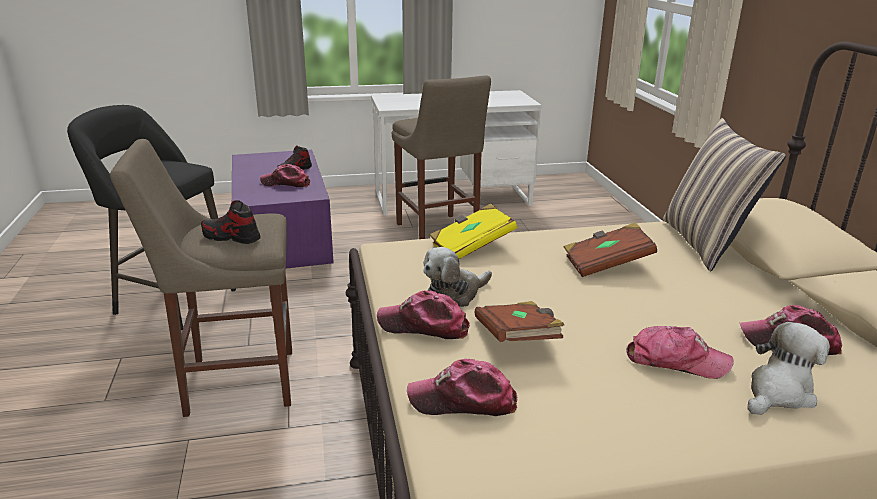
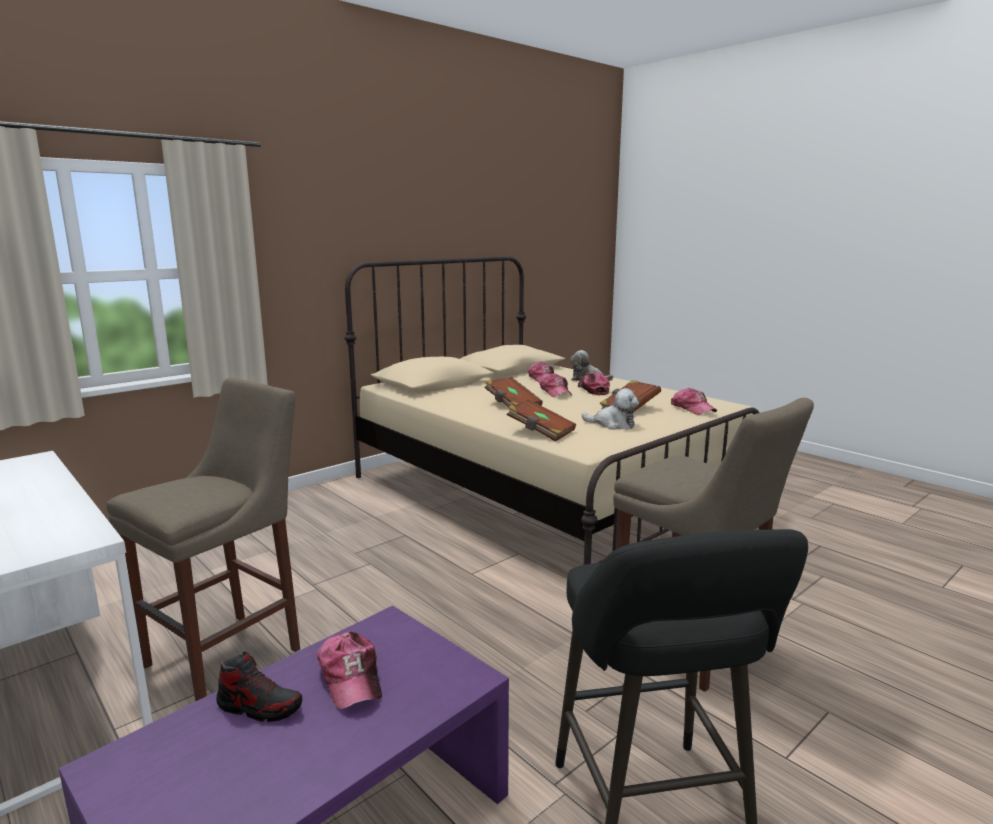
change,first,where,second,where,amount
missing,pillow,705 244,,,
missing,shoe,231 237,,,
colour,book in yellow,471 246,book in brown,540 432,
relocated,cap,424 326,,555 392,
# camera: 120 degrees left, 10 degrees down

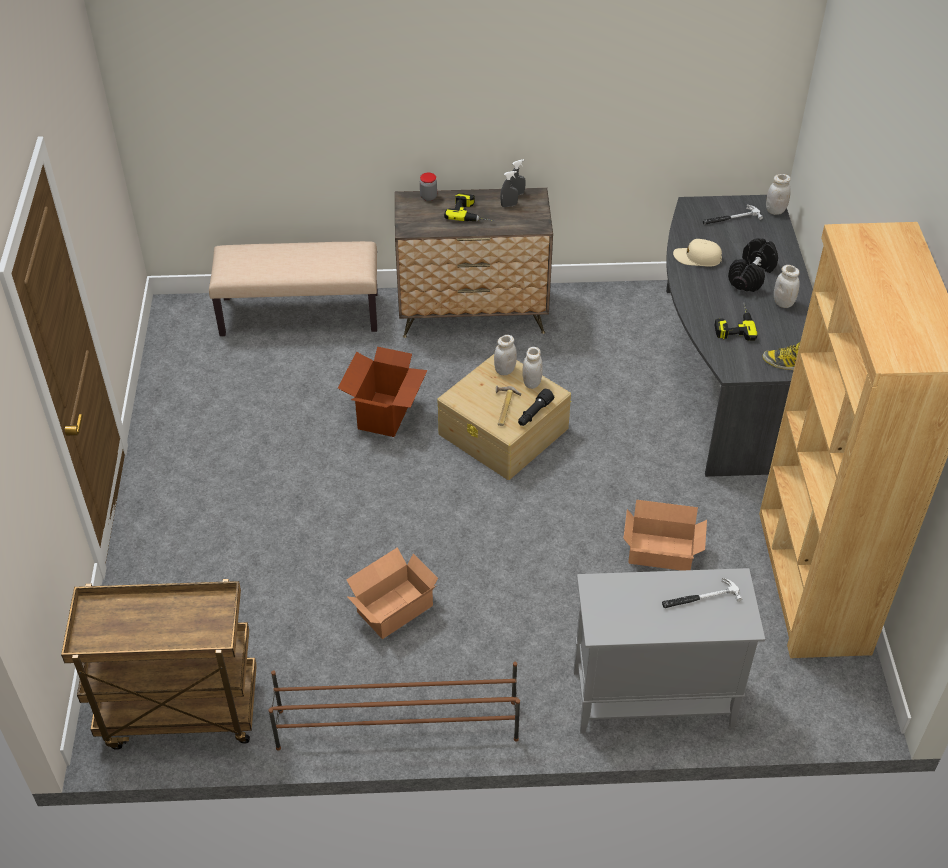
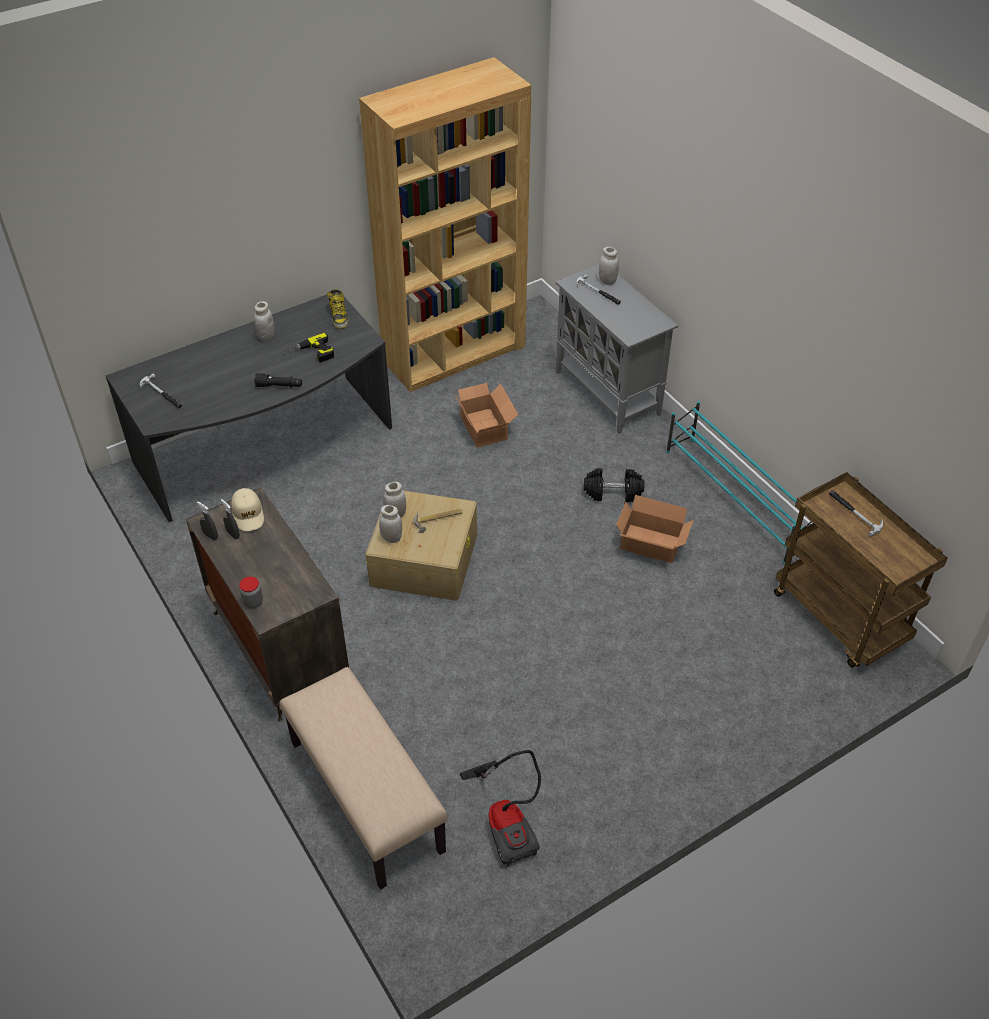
change,first,where,second,where,amount
relocated,jar in white,775 210,,607 281,
missing,power drill,472 213,,,
relocated,dumbbell in black,751 275,,613 492,
relocated,cap in beige,697 258,,248 514,
missing,cardboard box,385 415,,,
relocated,flashlight in black,534 413,,279 386,
colour,shoe rack in brown,396 724,shoe rack in turquoise,736 499,
appeared,,,hammer,854 513,
appeared,,,vacuum cleaner,507 822,
# camera: 120 degrees left, 0 degrees up

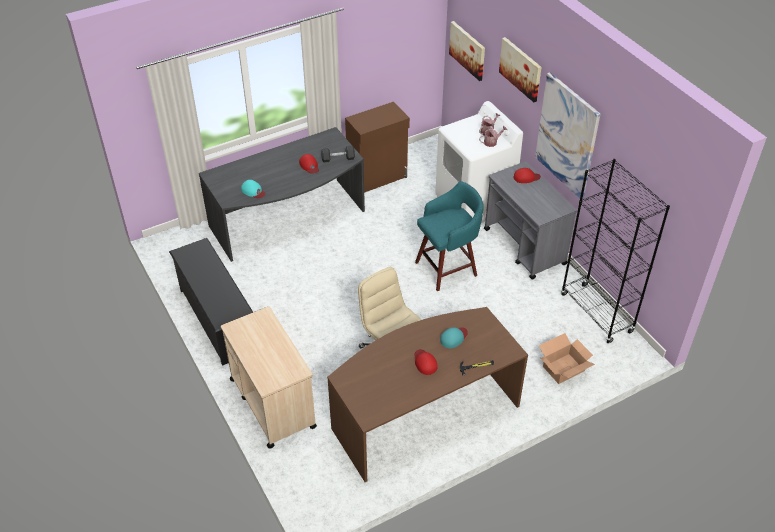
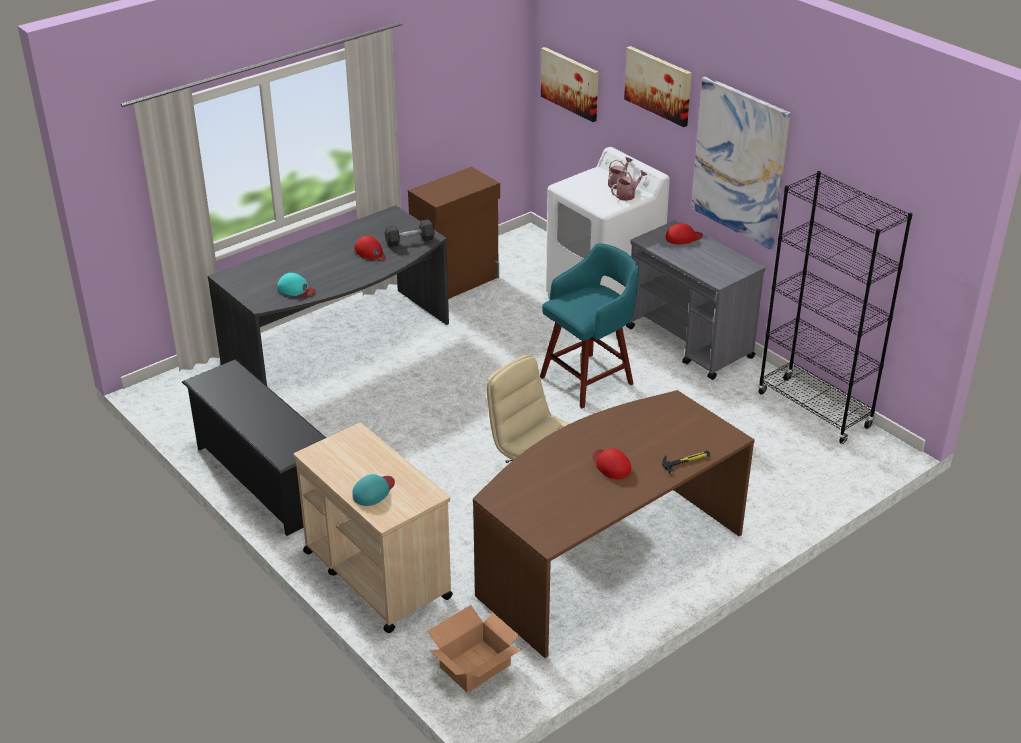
change,first,where,second,where,amount
relocated,cap in turquoise,453 338,,373 491,
relocated,cardboard box,564 369,,476 666,
# camera: 10 degrees left, 10 degrees down

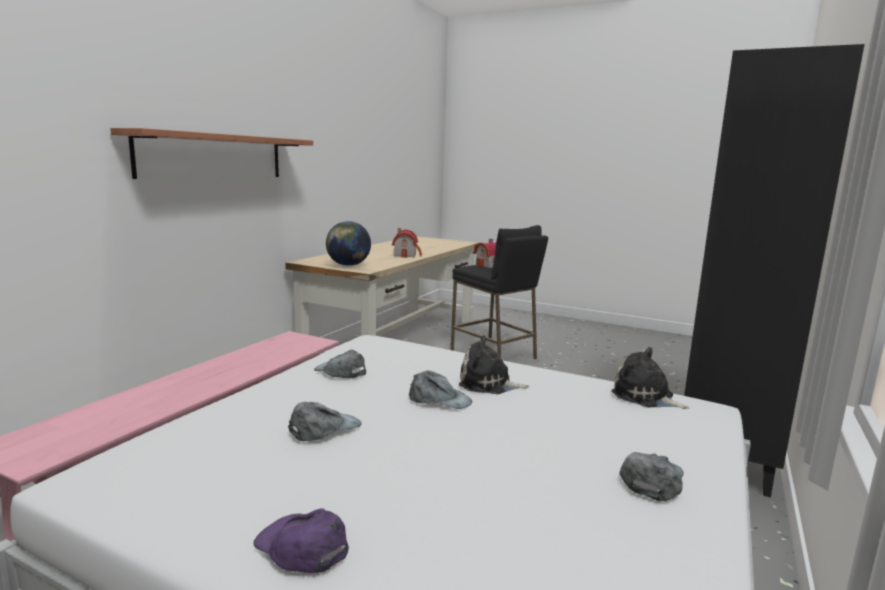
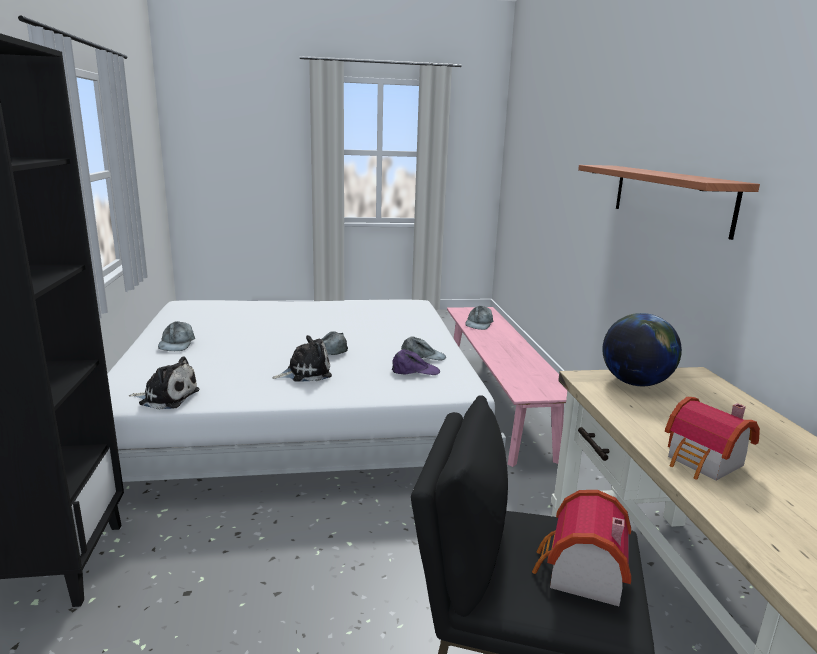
change,first,where,second,where,amount
relocated,cap in grey,324 428,,479 323,
relocated,cap in purple,302 547,,415 370,
# camera: 145 degrees right, 5 degrees up

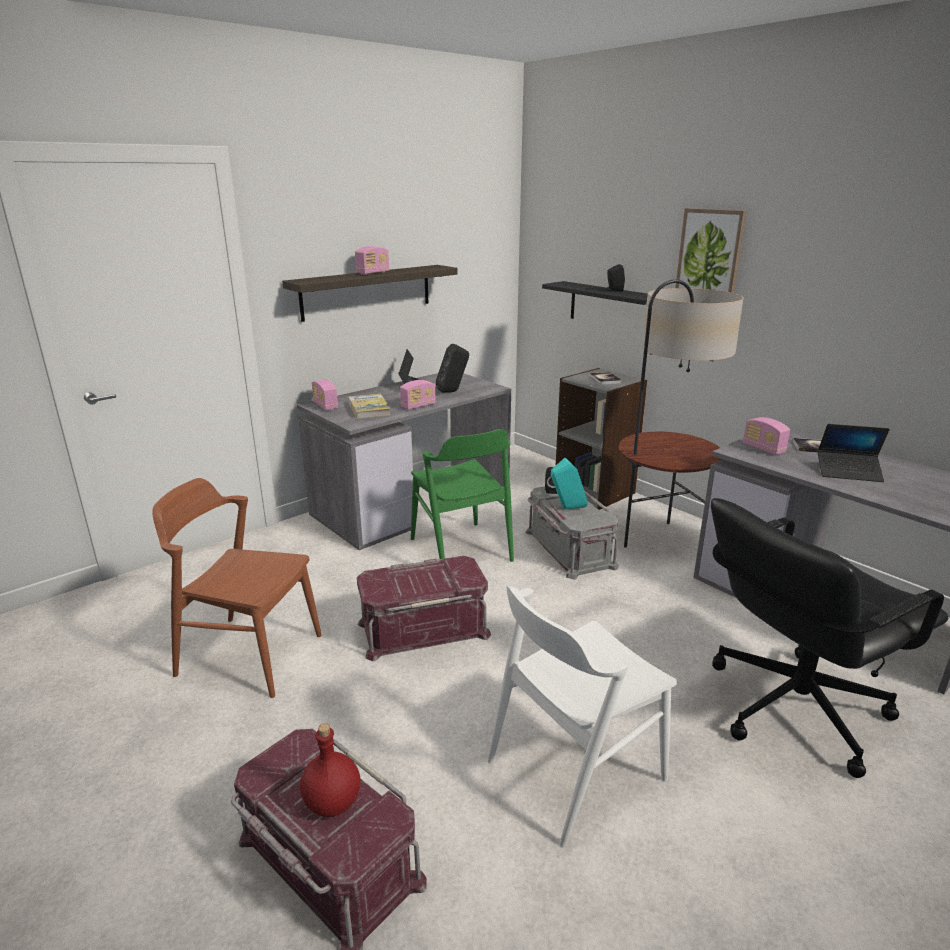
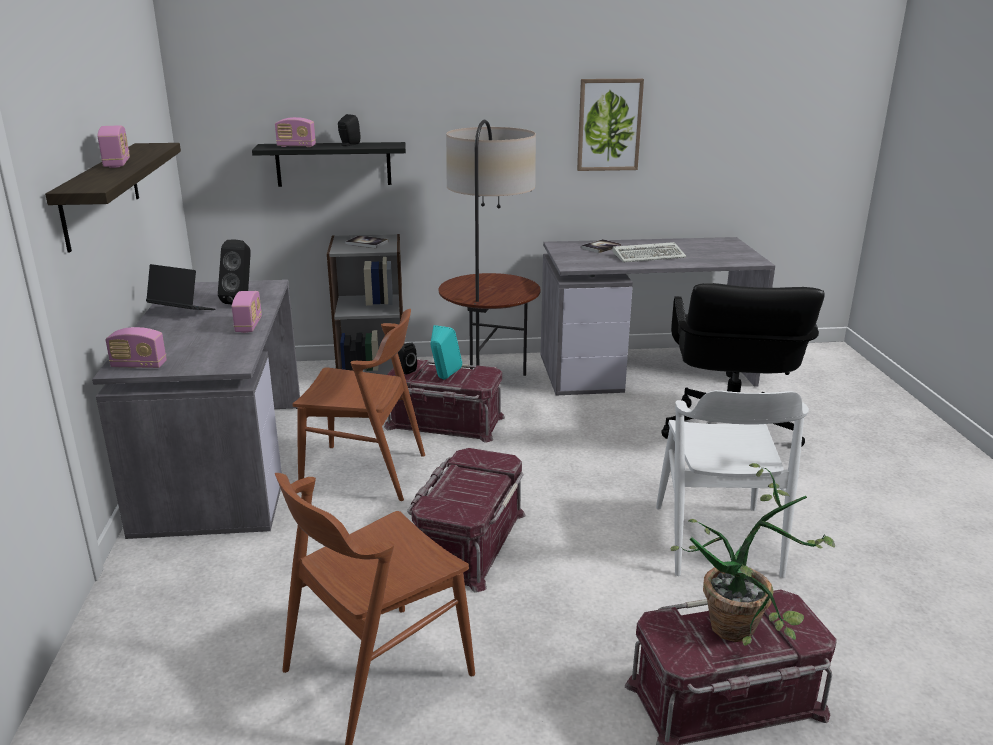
change,first,where,second,where,amount
relocated,picture,709 258,,609 125,
missing,book,369 409,,,
relocated,radio,763 449,,296 146,
exchanged,laptop,848 472,keyboard,650 256,
colour,chair in green,461 549,chair in brown,365 472,
colour,storage box in grey,568 549,storage box in red,444 423,
exchanged,bottle in red,333 803,potted plant,745 628,
# camera: 55 degrees left, 0 degrees up

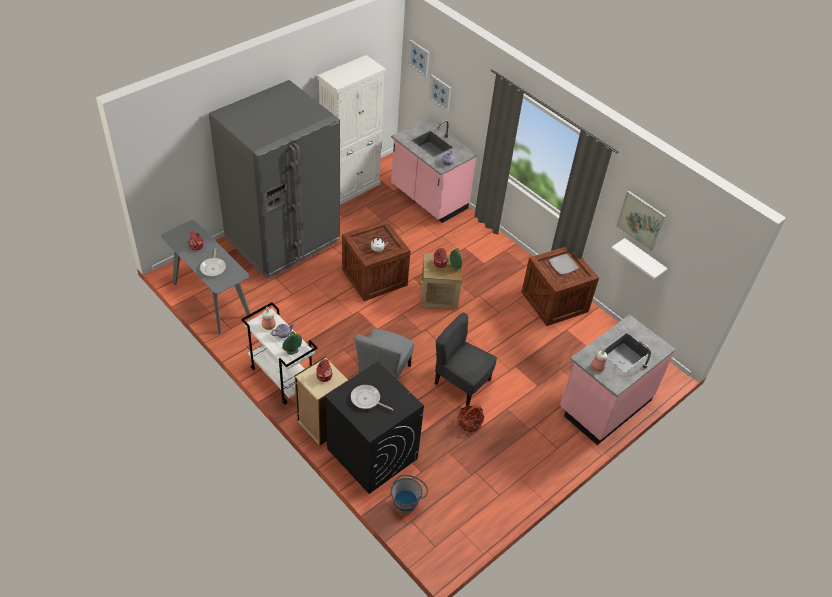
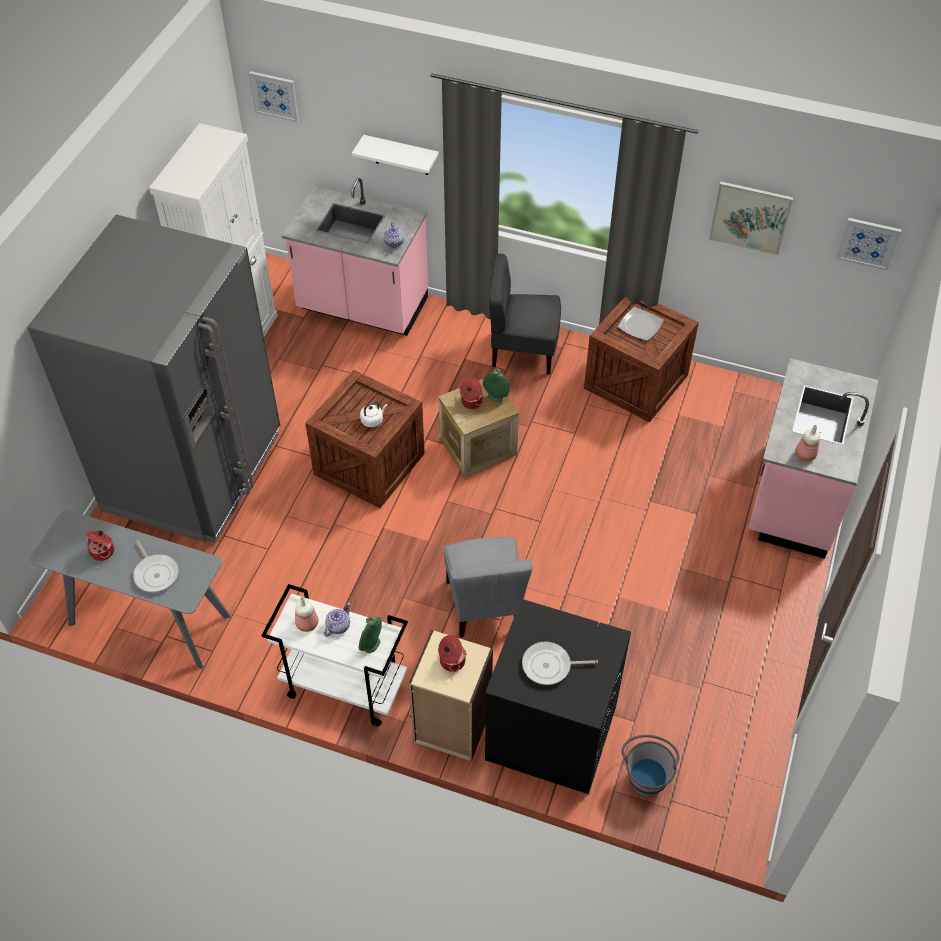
change,first,where,second,where,amount
relocated,picture,440 92,,868 243,
relocated,shelf in white,643 260,,401 155,
relocated,chair in grey,461 383,,523 351,
missing,basket,469 423,,,
# camera: 25 degrees left, 5 degrees up

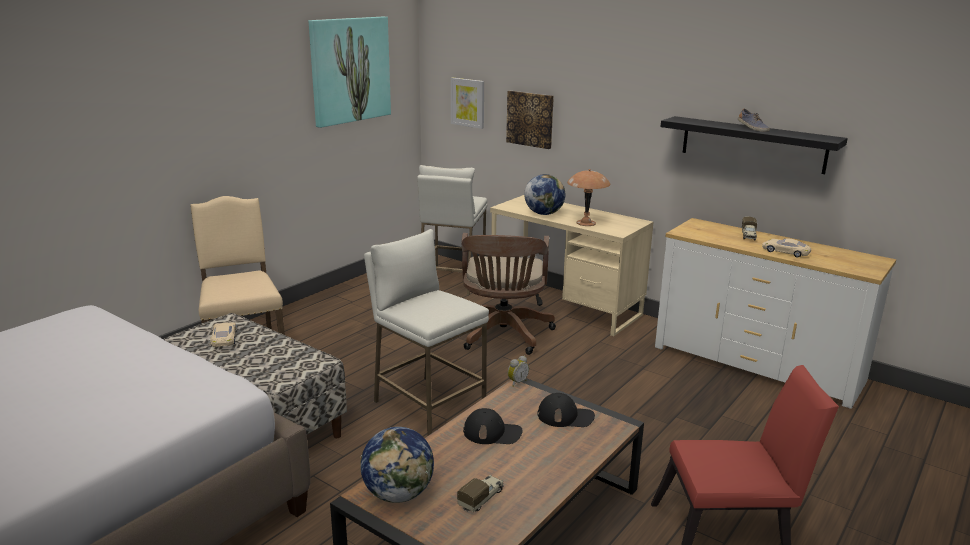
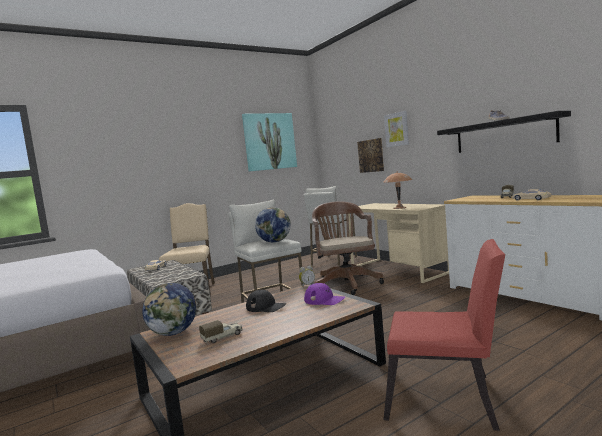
change,first,where,second,where,amount
relocated,picture,468 102,,397 129,
relocated,globe,544 213,,274 241,
spun,office chair in brown,502 335,,346 283,150 degrees clockwise
colour,cap in black,565 416,cap in purple,324 300,
# camera: 20 degrees right, 15 degrees down

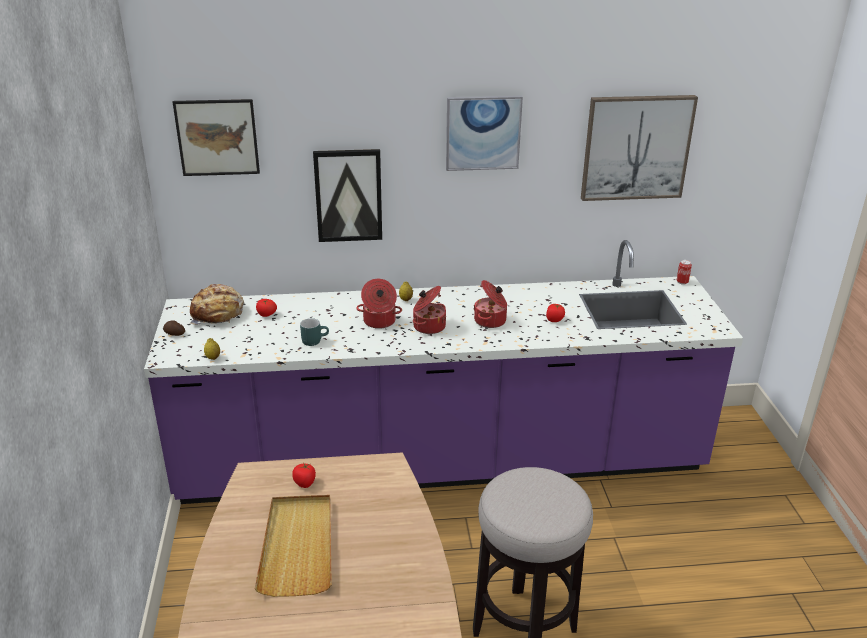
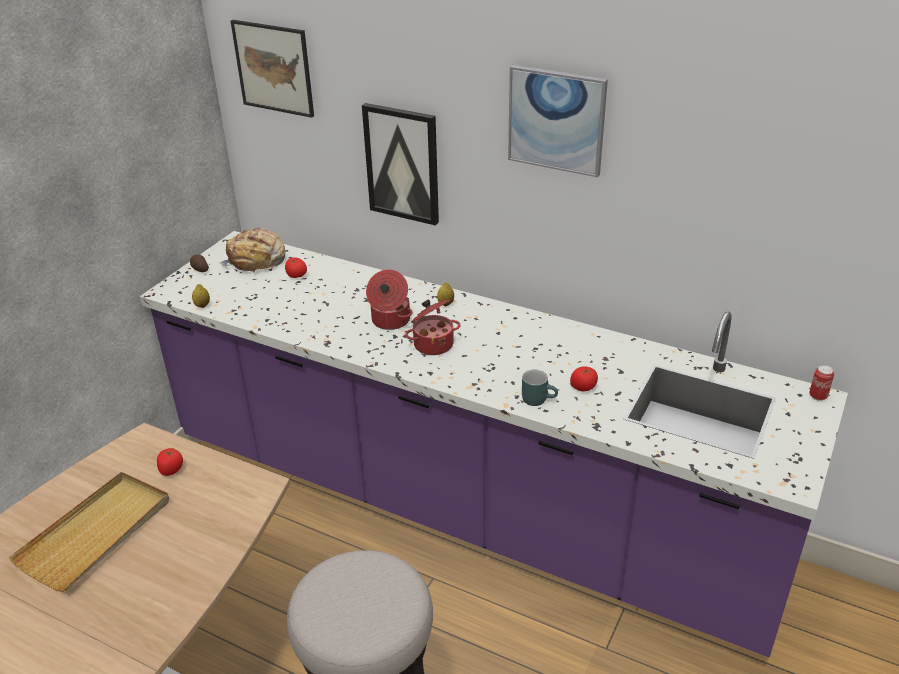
change,first,where,second,where,amount
missing,picture,636 147,,,
missing,cooking pot,491 321,,,
relocated,mug in turquoise,314 340,,538 399,
# camera: 35 degrees right, 5 degrees up

